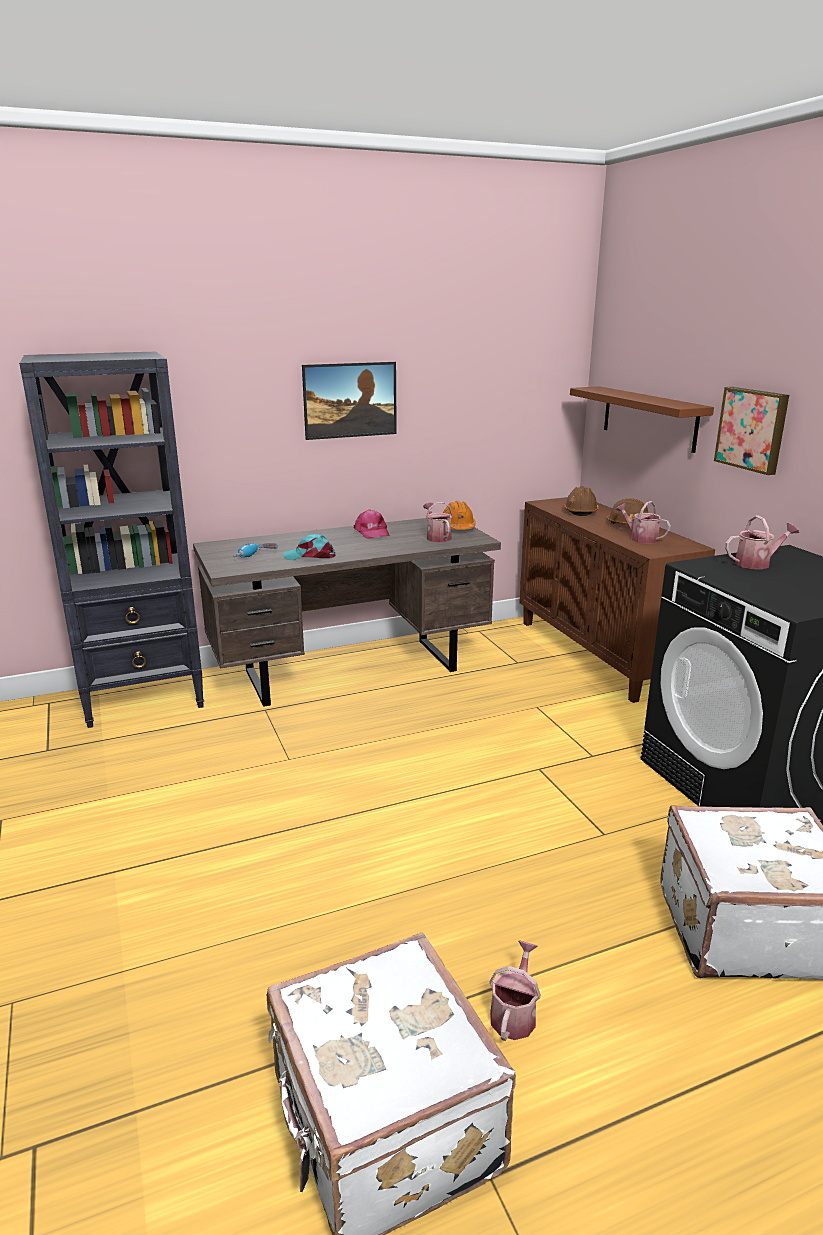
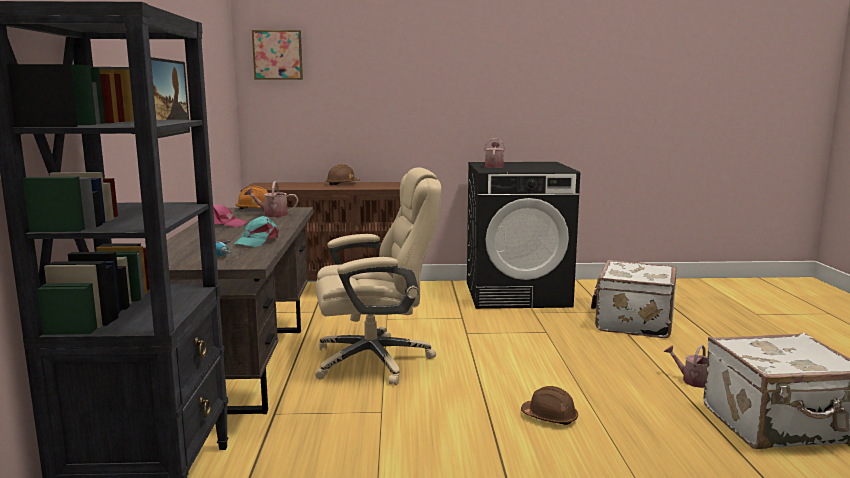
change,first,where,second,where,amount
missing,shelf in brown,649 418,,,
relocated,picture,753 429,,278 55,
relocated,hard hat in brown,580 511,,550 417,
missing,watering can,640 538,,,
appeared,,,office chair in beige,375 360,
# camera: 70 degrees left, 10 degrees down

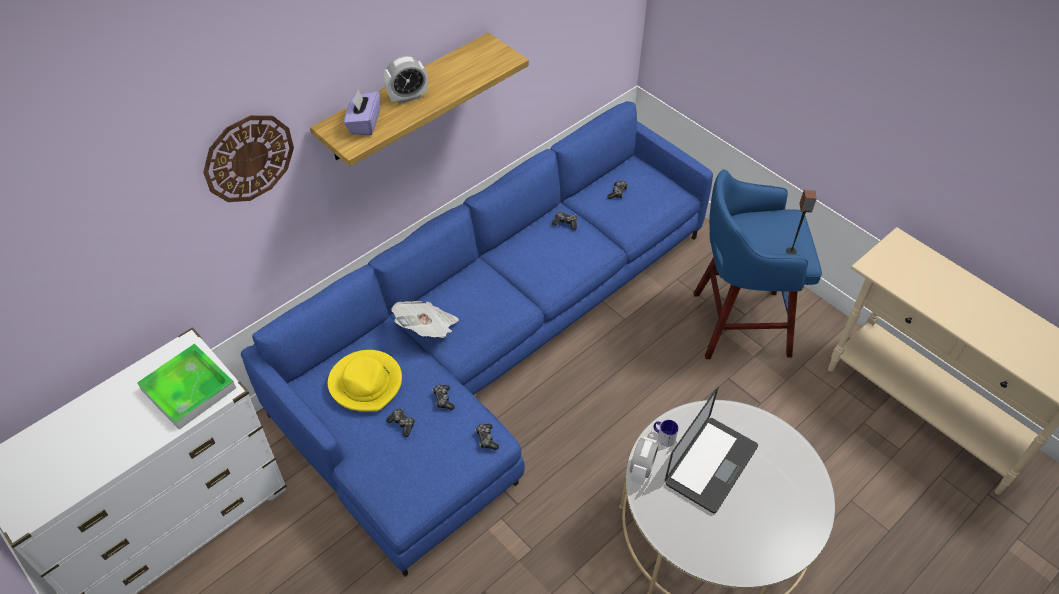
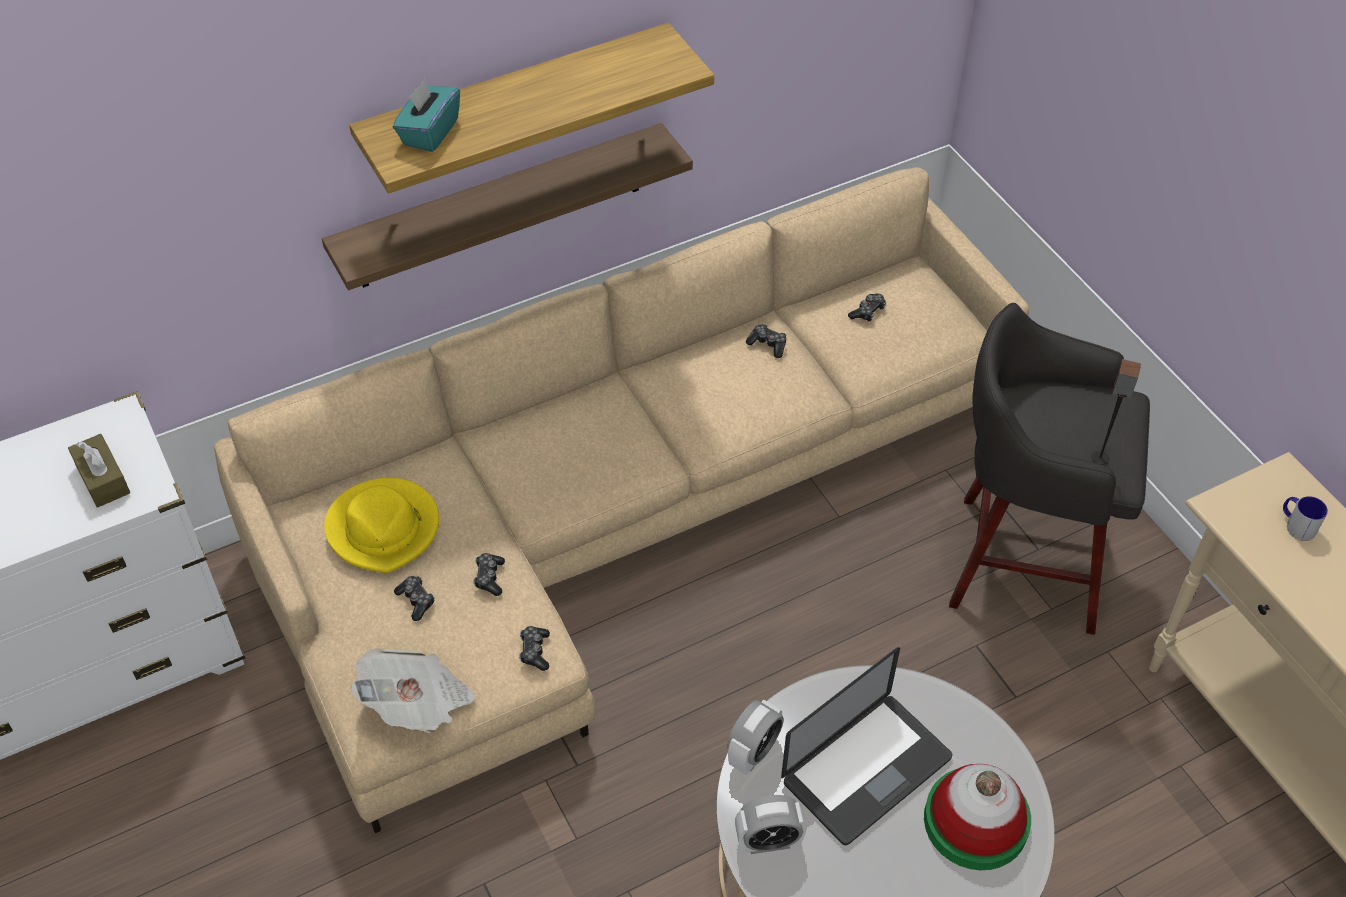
change,first,where,second,where,amount
relocated,alarm clock,408 97,,768 842,
colour,tissue box in purple,364 123,tissue box in turquoise,429 132,
colour,sofa in blue,491 347,sofa in beige,614 516,
missing,wall clock,248 158,,,
colour,stool in blue,737 324,stool in grey,1020 562,
relocated,newspaper,427 328,,417 704,
exchanged,tray,188 389,tissue box in brown,103 479,
relocated,mug,663 436,,1296 525,
appeared,,,shelf,500 207,
appeared,,,hat,975 821,
# camera: 15 degrees right, 0 degrees up

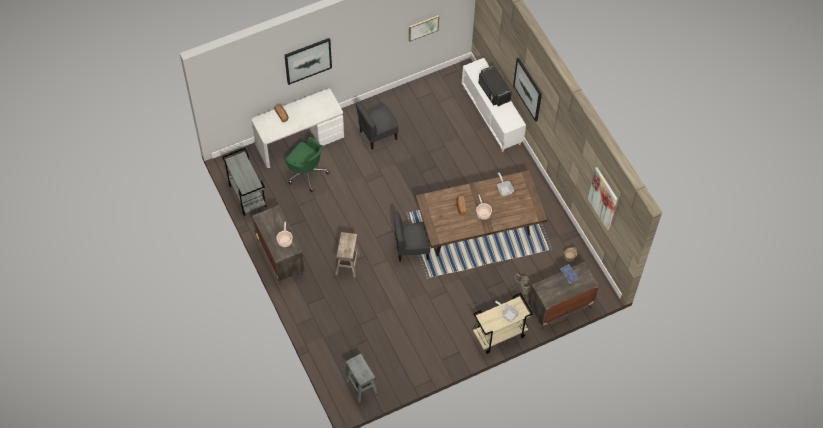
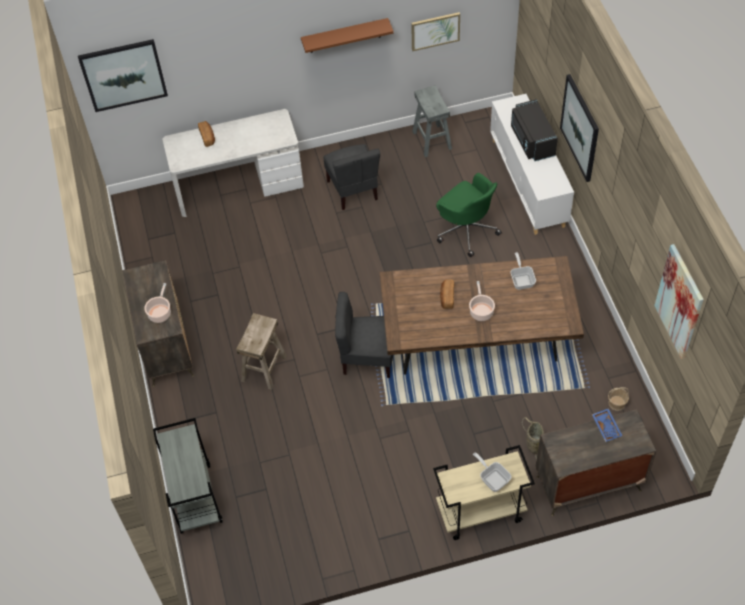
change,first,where,second,where,amount
relocated,picture,308 60,,123 75,
spun,chair in grey,377 135,,353 190,90 degrees counterclockwise
relocated,office chair in green,306 172,,466 229,
relocated,cart in grey,247 195,,194 497,
relocated,stool in grey,361 386,,432 140,
appeared,,,shelf in brown,345 36,
# camera: 15 degrees right, 5 degrees down

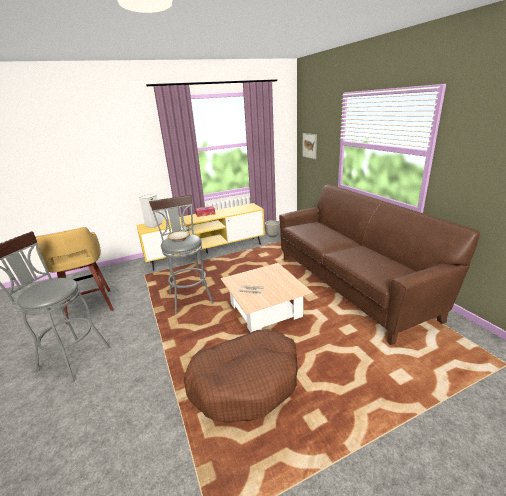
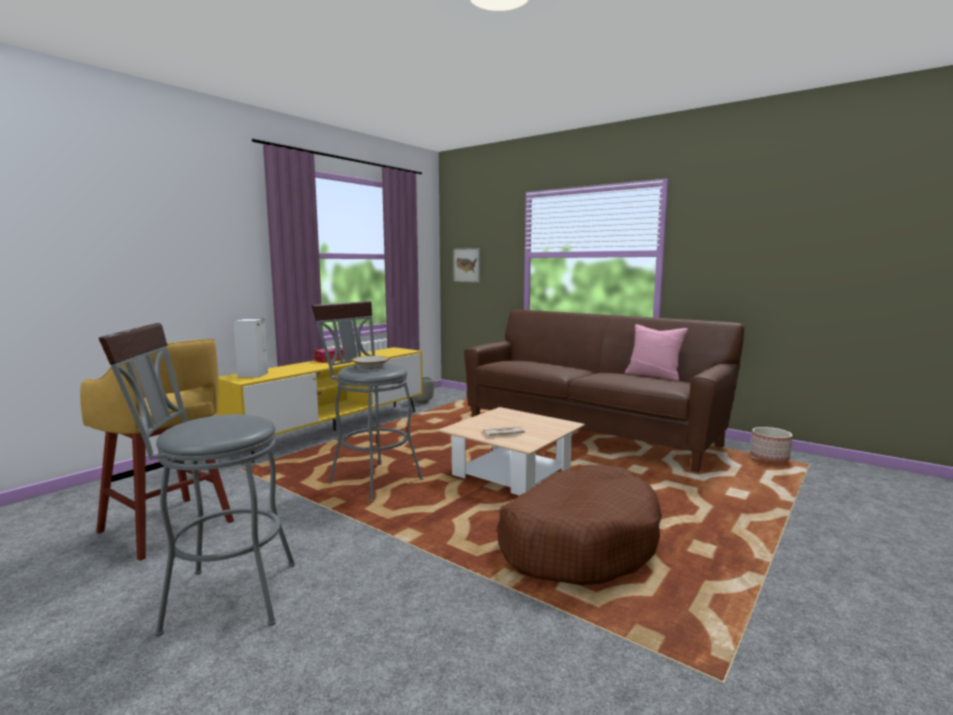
change,first,where,second,where,amount
appeared,,,pillow in pink,653 376,
appeared,,,planter,769 457,
# camera: 30 degrees left, 15 degrees down

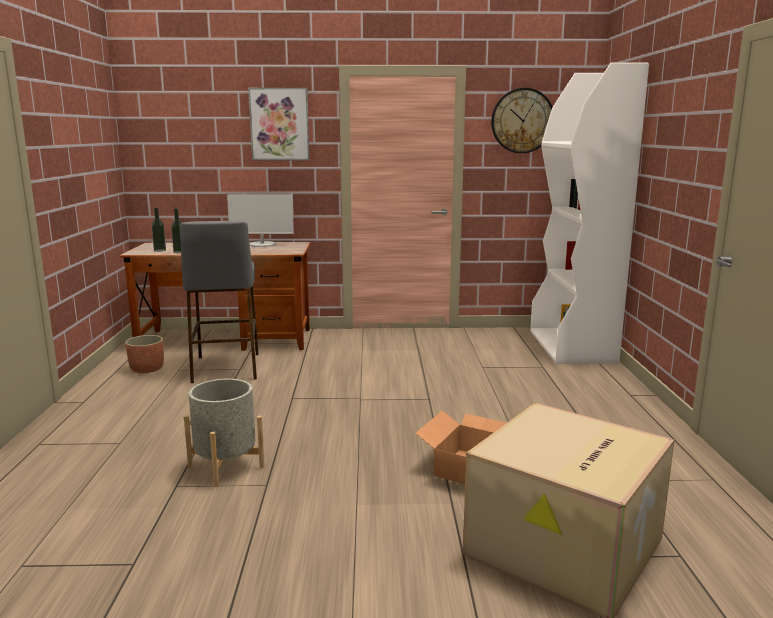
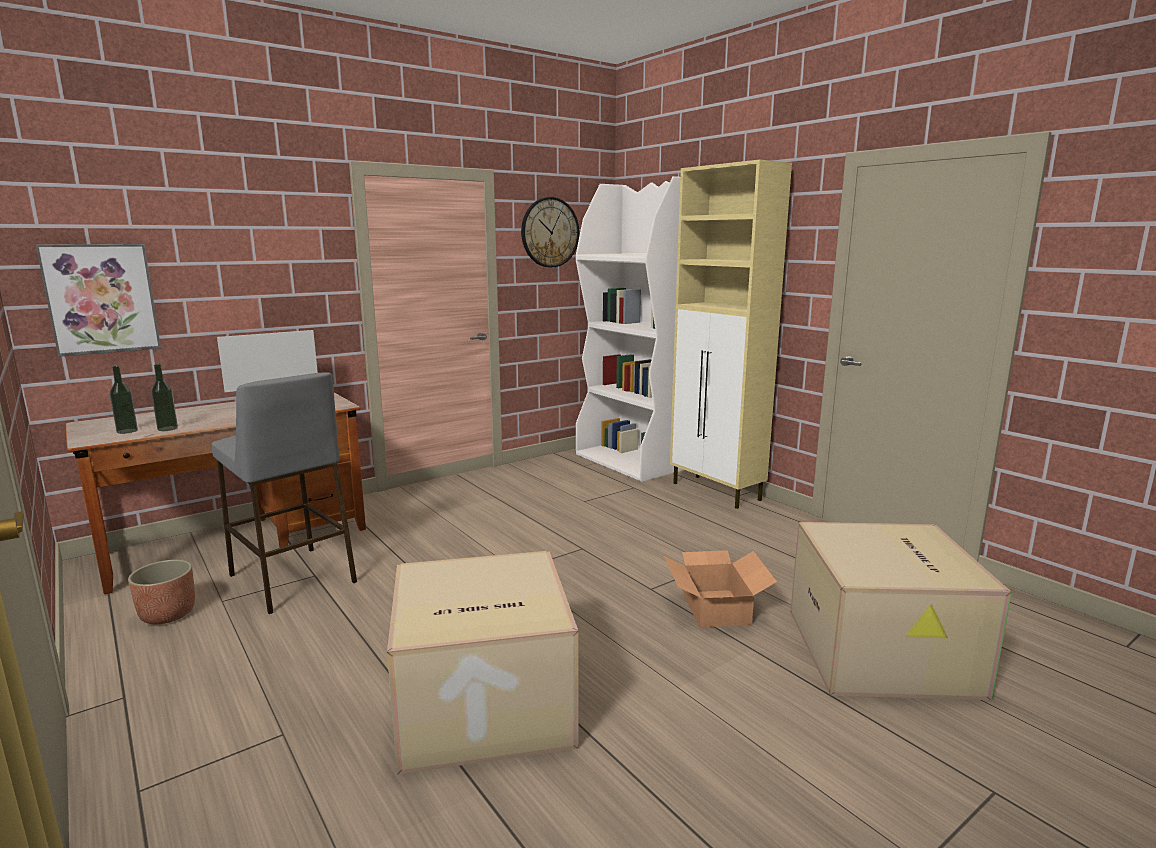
change,first,where,second,where,amount
relocated,picture,279 124,,101 298,
exchanged,planter in grey,226 467,cardboard box,481 705,
appeared,,,cabinet in beige,716 492,
# camera: 35 degrees left, 0 degrees up

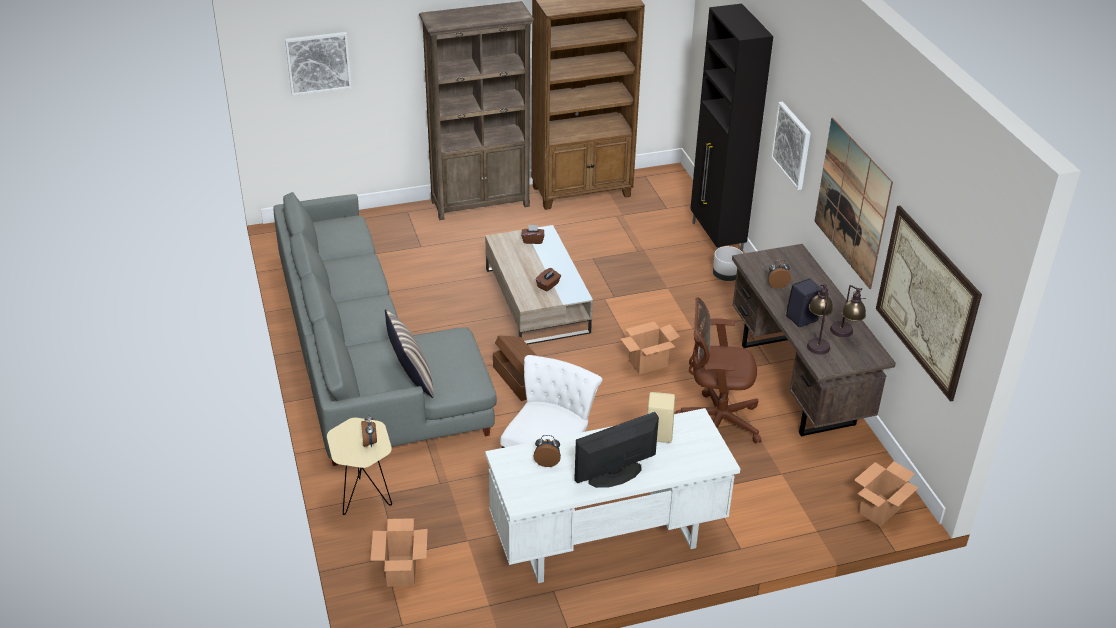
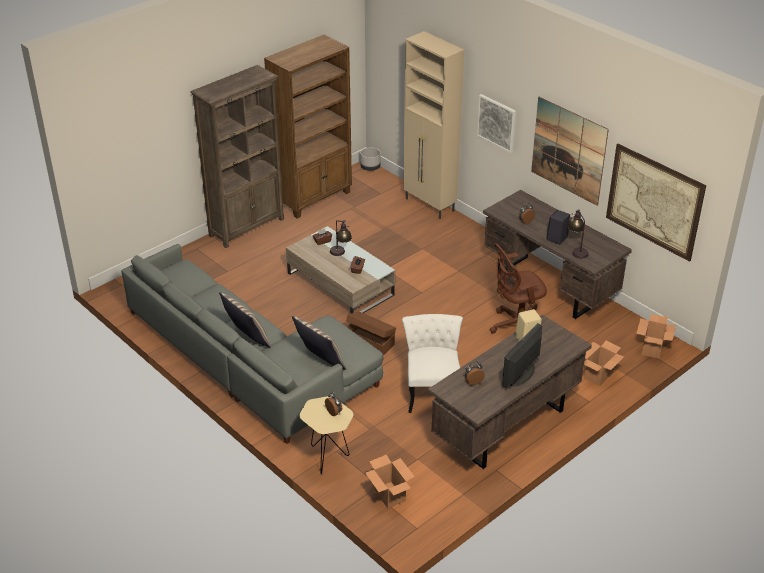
change,first,where,second,where,amount
colour,cabinet in black,716 239,cabinet in beige,430 205,
missing,picture,318 63,,,
relocated,planter in grey,726 276,,370 168,
relocated,table lamp,845 335,,341 254,
relocated,cardboard box,648 364,,598 375,
colour,desk in white,606 542,desk in brown,506 427,
appeared,,,pillow,247 339,
# camera: 25 degrees left, 0 degrees up

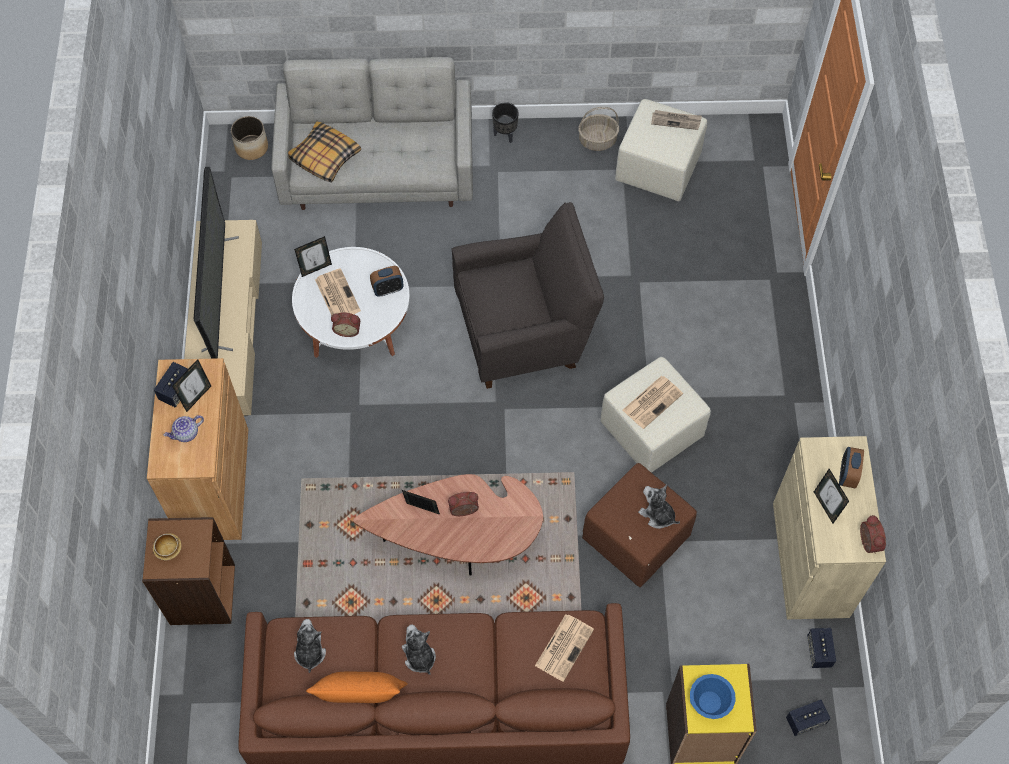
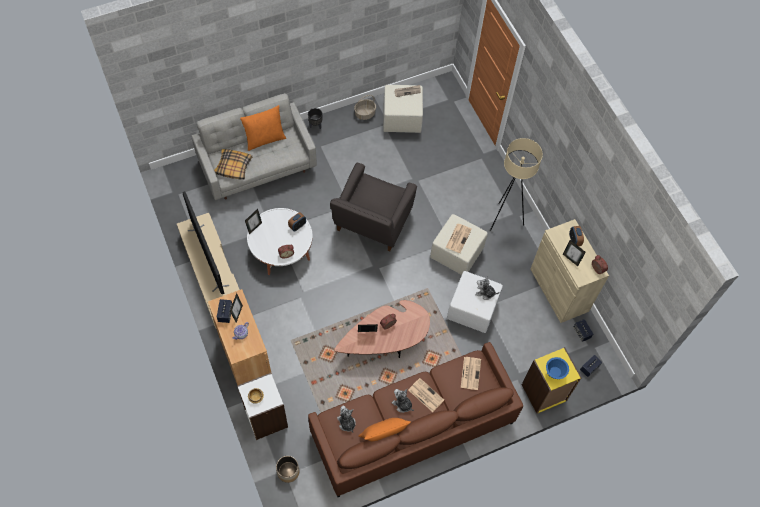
change,first,where,second,where,amount
relocated,planter,252 147,,288 471,
spun,armchair in grey,525 330,,371 224,150 degrees clockwise
relocated,newspaper,337 295,,425 395,
colour,ottoman in brown,635 539,ottoman in white,472 310,
colour,bookcase in brown,201 594,bookcase in white,265 418,
appeared,,,pillow in orange,265 139,
appeared,,,floor lamp in beige,504 220,
# camera: 25 degrees left, 0 degrees up

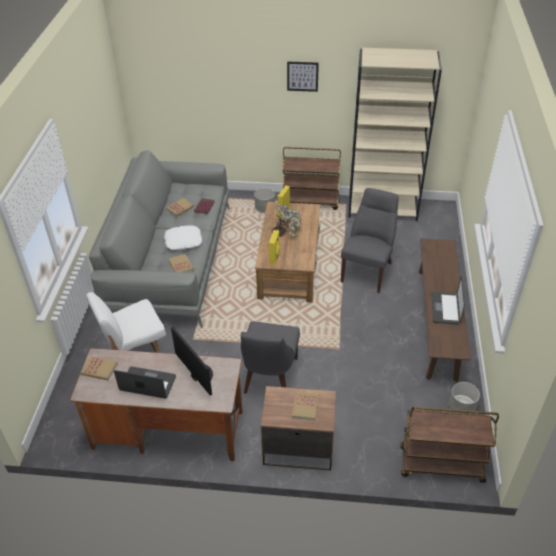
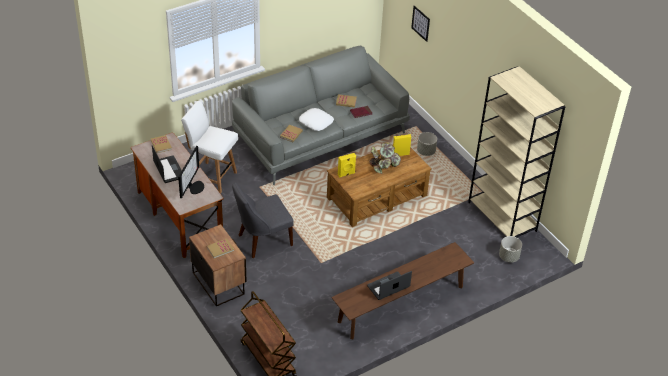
change,first,where,second,where,amount
relocated,picture,302 76,,420 23,
missing,cart in brown,310 201,,,
missing,chair in grey,368 270,,,
relocated,planter in grey,461 408,,508 257,
# camera: 50 degrees right, 0 degrees up

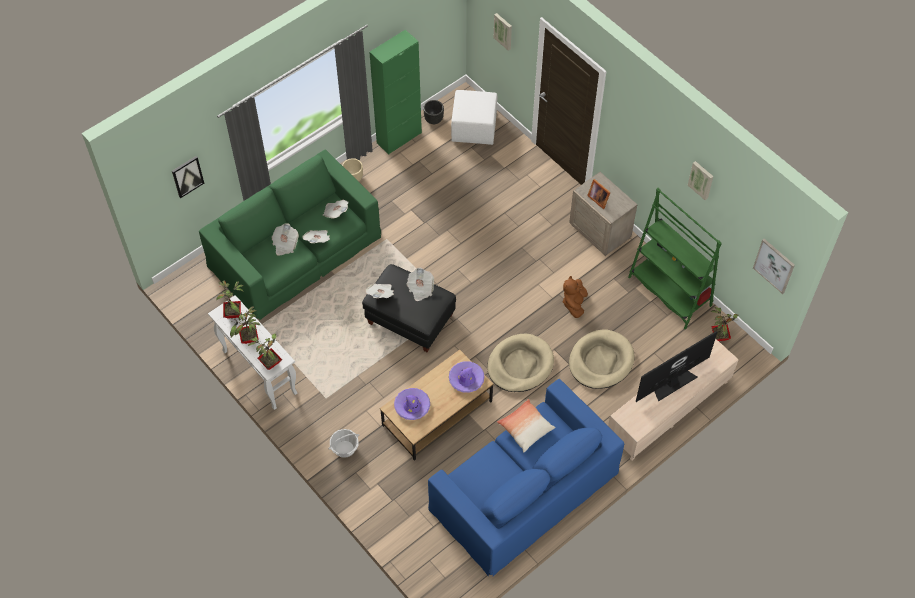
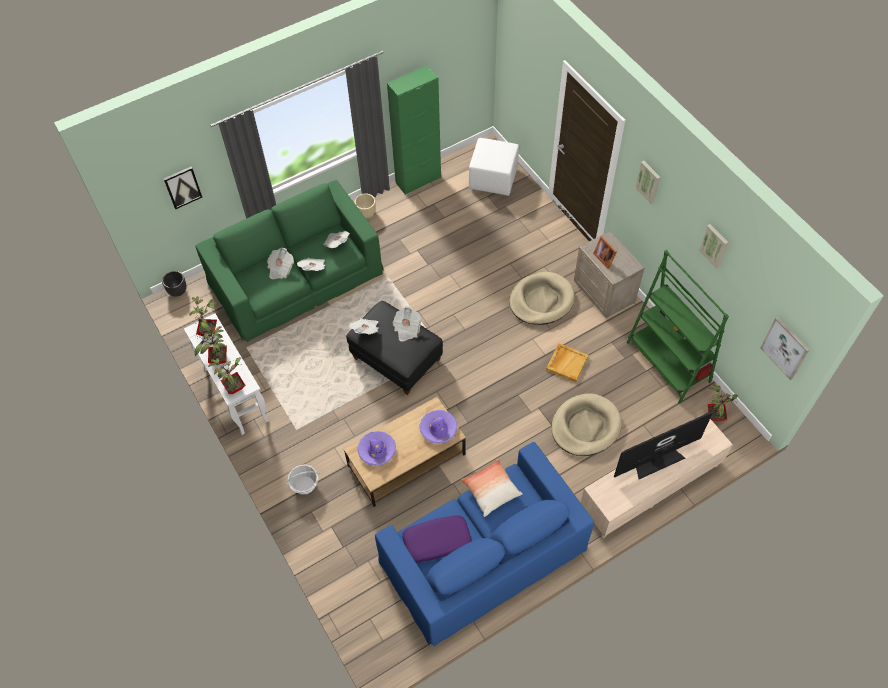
change,first,where,second,where,amount
relocated,picture,503 31,,649 181,
relocated,planter in black,434 120,,178 291,
exchanged,plush toy in brown,574 303,tray in beige,566 363,
relocated,dog bed in beige,520 365,,541 300,
appeared,,,pillow in purple,437 542,
# camera: 10 degrees right, 0 degrees up

